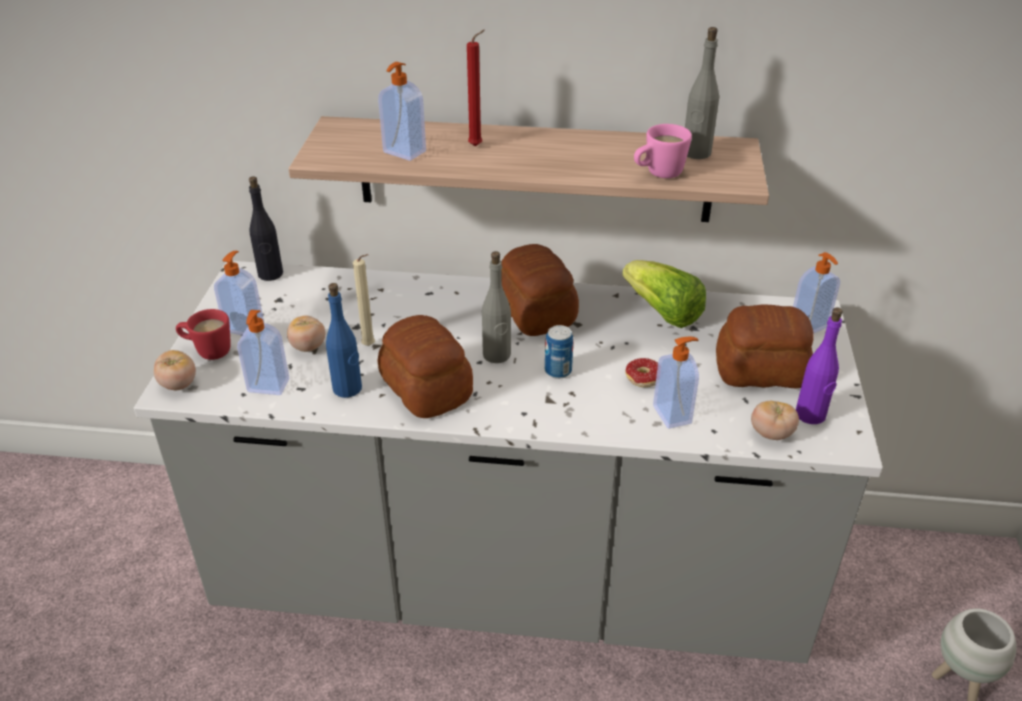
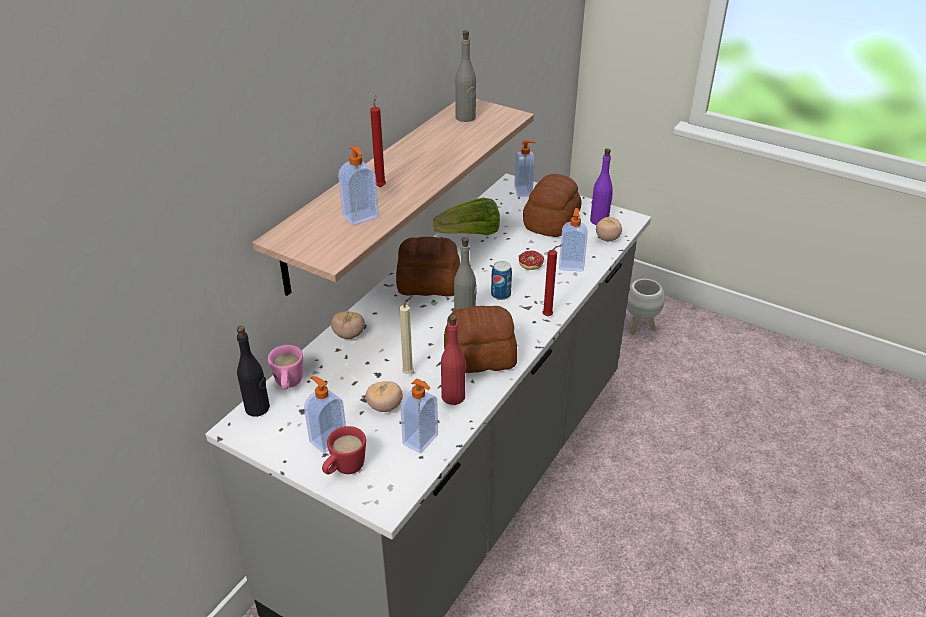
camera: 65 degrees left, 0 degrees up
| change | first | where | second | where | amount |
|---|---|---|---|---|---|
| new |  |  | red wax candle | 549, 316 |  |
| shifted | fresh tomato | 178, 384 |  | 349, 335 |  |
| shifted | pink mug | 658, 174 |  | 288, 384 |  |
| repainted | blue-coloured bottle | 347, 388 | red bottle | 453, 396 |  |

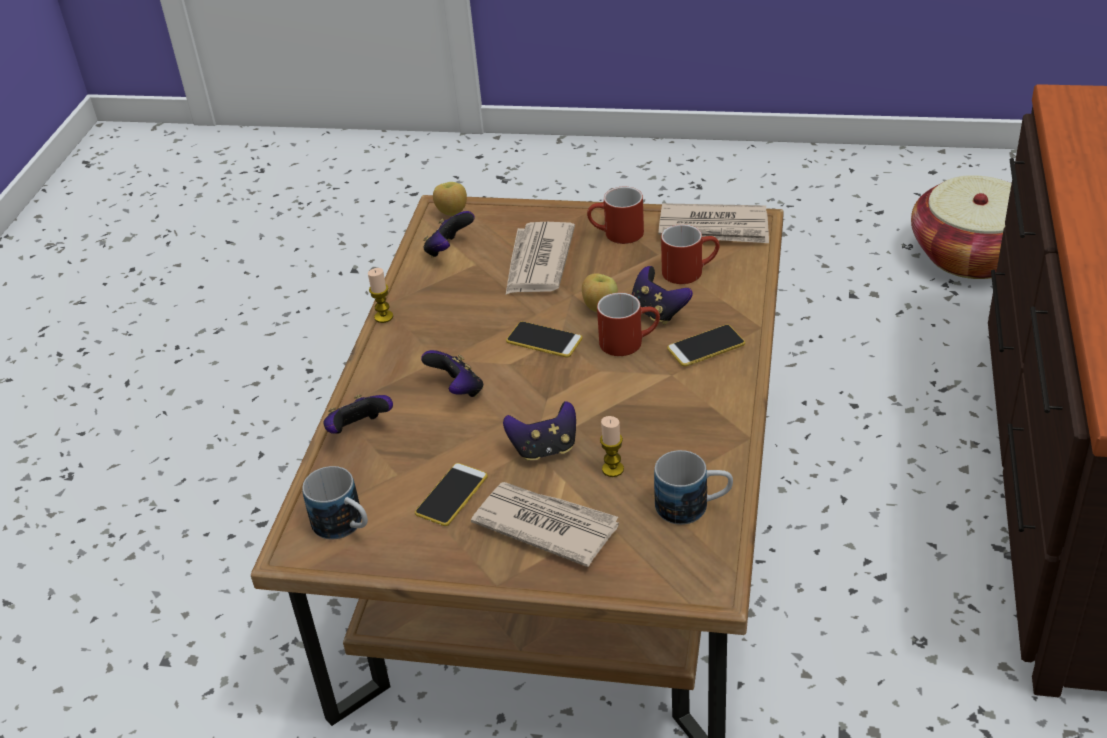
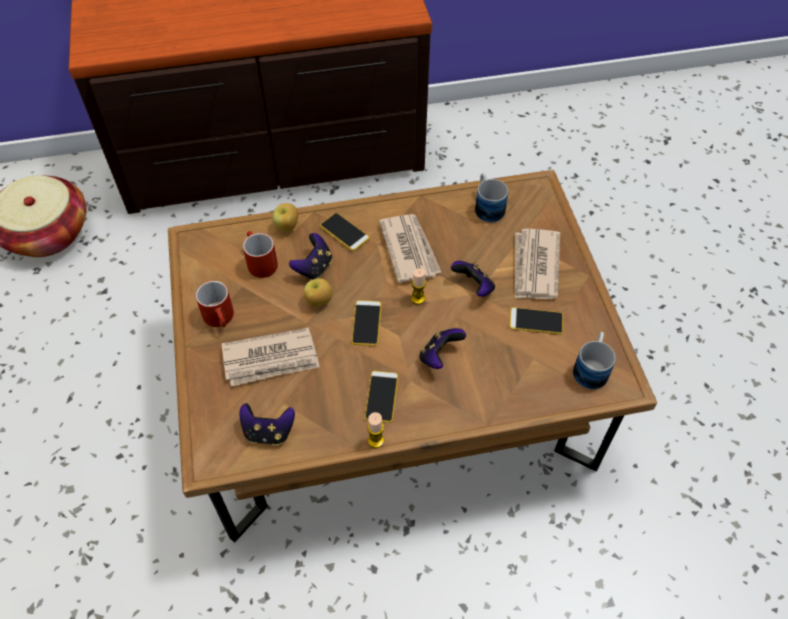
camera: 115 degrees left, 15 degrees up
| change | first | where | second | where | amount |
|---|---|---|---|---|---|
| gone | gamepad | 359, 430 |  |  |  |
| gone | red mug | 629, 341 |  |  |  |
| new |  |  | handset | 381, 397 |  |
| shifted | apple fruit | 452, 213 |  | 287, 227 |  |
| shifted | wax candle | 613, 469 |  | 418, 298 |  |
| shifted | printed paper | 714, 229 |  | 409, 249 |  |

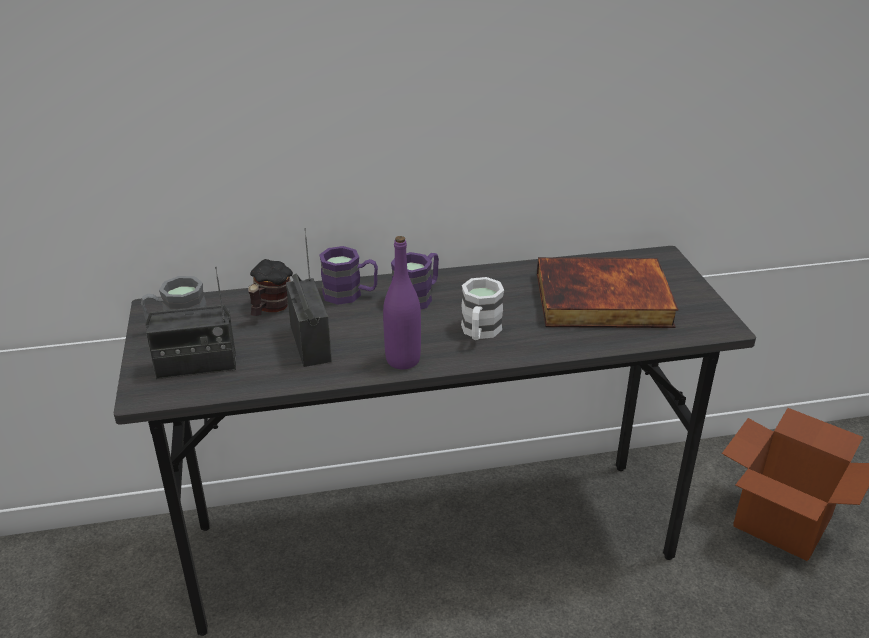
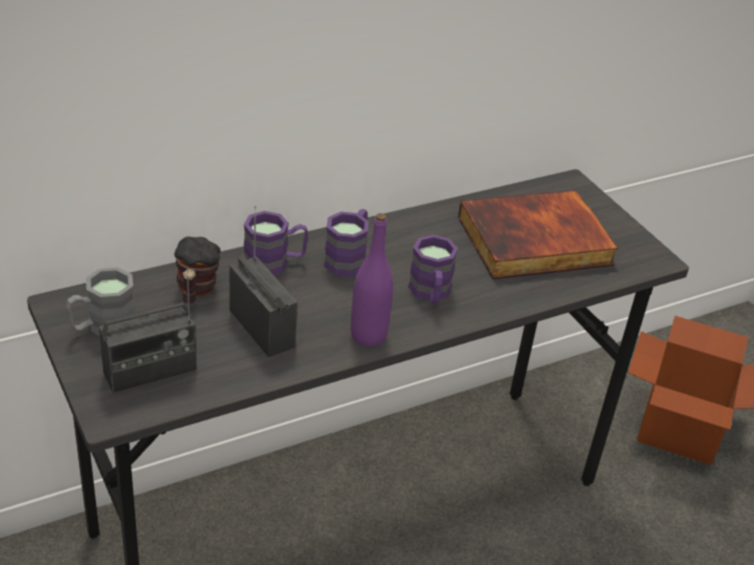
camera: 20 degrees left, 5 degrees up
| change | first | where | second | where | amount |
|---|---|---|---|---|---|
| repainted | white mug | 479, 332 | purple mug | 431, 293 |  |

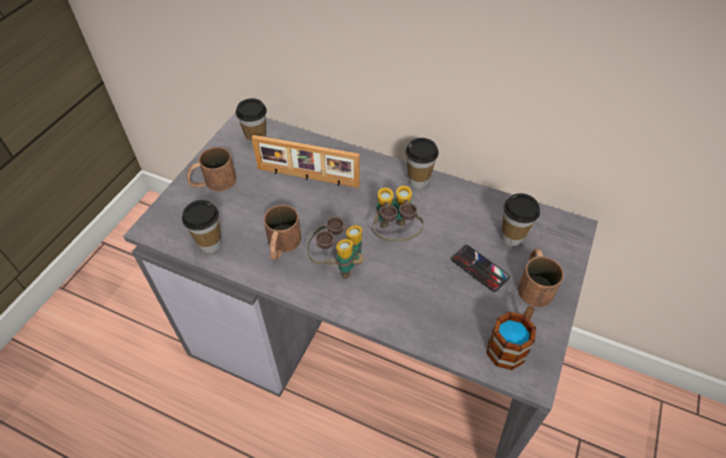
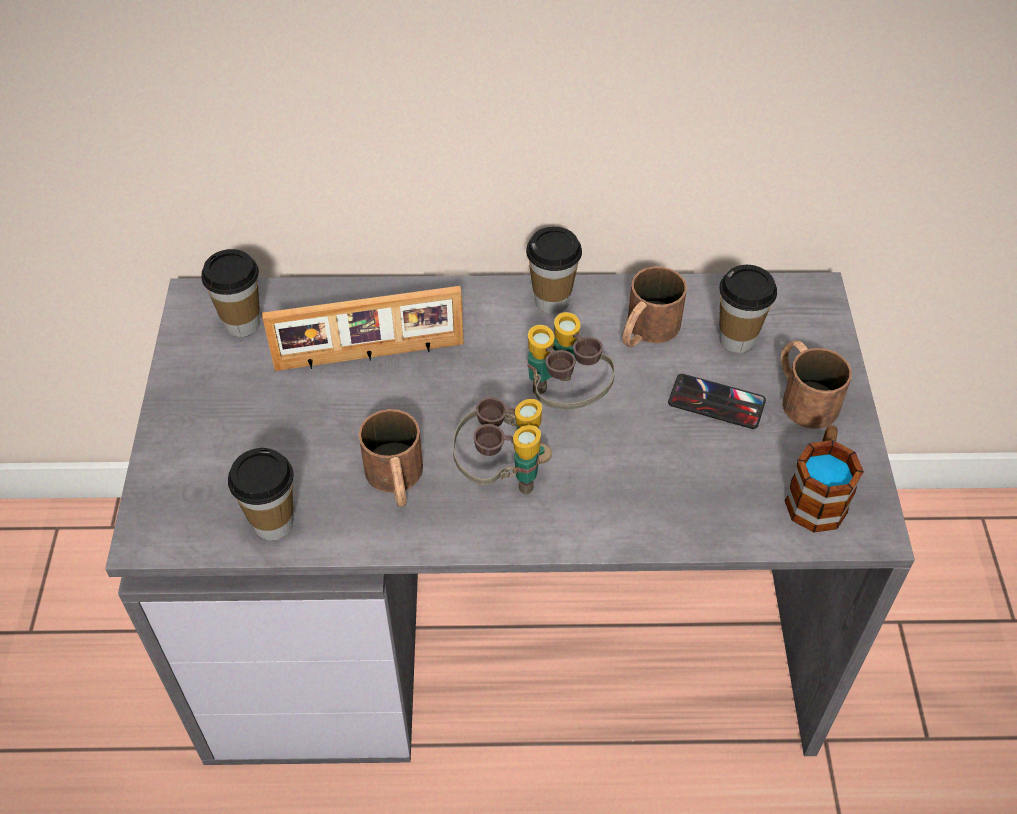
camera: 25 degrees left, 0 degrees up
| change | first | where | second | where | amount |
|---|---|---|---|---|---|
| shifted | brownish mug | 213, 182 |  | 646, 331 |  |

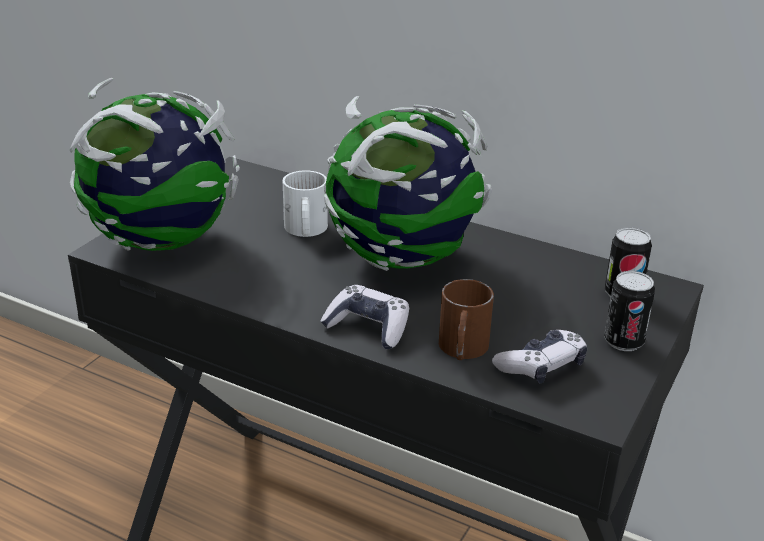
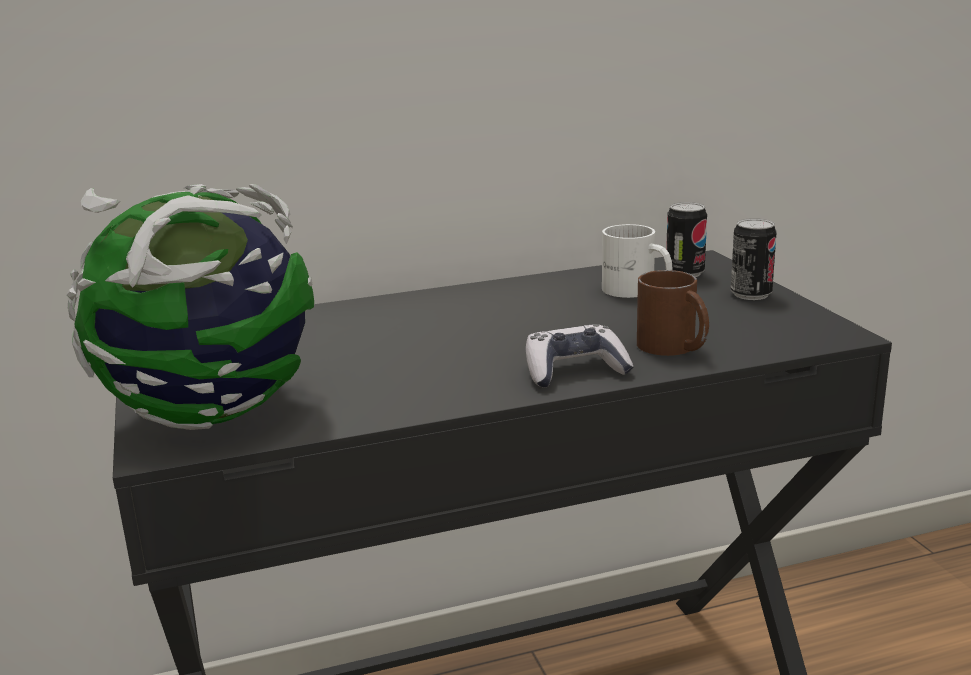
camera: 45 degrees left, 10 degrees down
| change | first | where | second | where | amount |
|---|---|---|---|---|---|
| gone | globe | 403, 259 |  |  |  |
| gone | gamepad | 541, 366 |  |  |  |
| shifted | white mug | 304, 230 |  | 635, 291 |  |

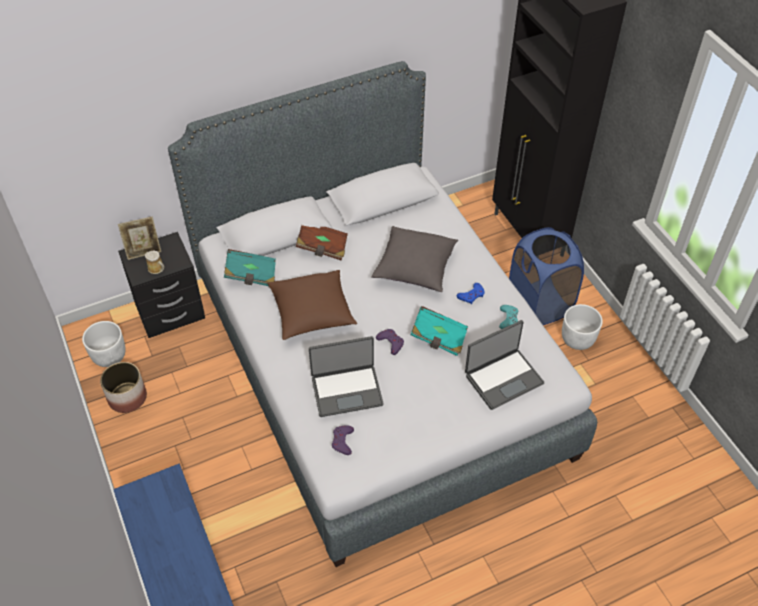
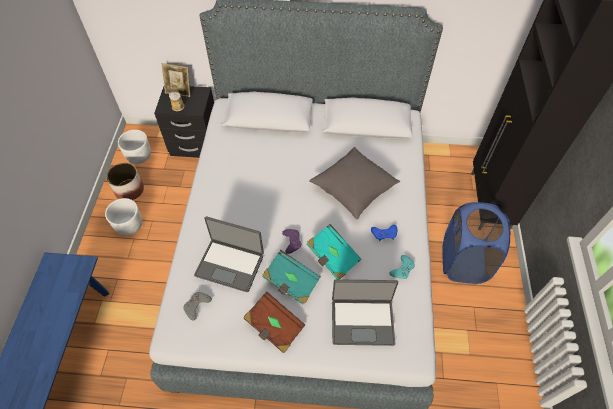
camera: 30 degrees right, 5 degrees up
| change | first | where | second | where | amount |
|---|---|---|---|---|---|
| gone | brownish pillow | 312, 314 |  |  |  |
| shifted | blue-green book | 251, 275 |  | 291, 282 |  |
| shifted | brownish book | 322, 248 |  | 274, 326 |  |
| shifted | white planter | 577, 338 |  | 129, 225 |  |
| repainted | purple gamepad | 342, 441 | gray gamepad | 196, 306 |  |

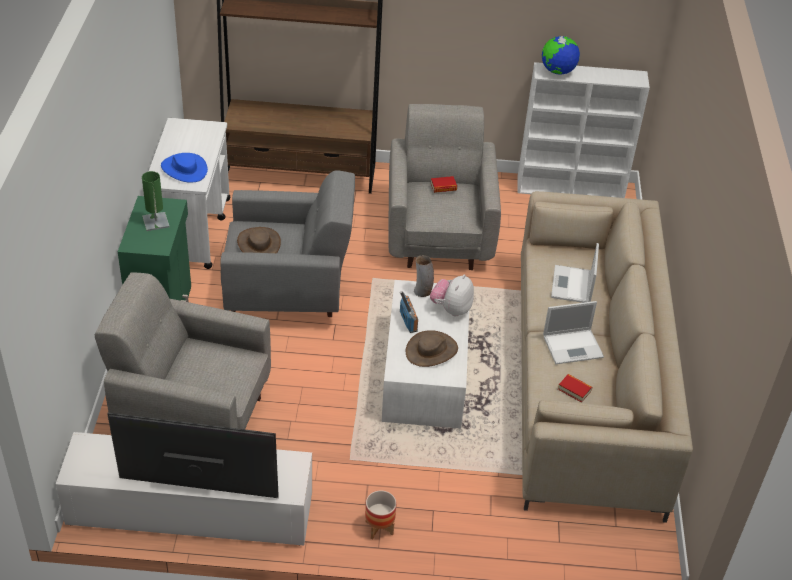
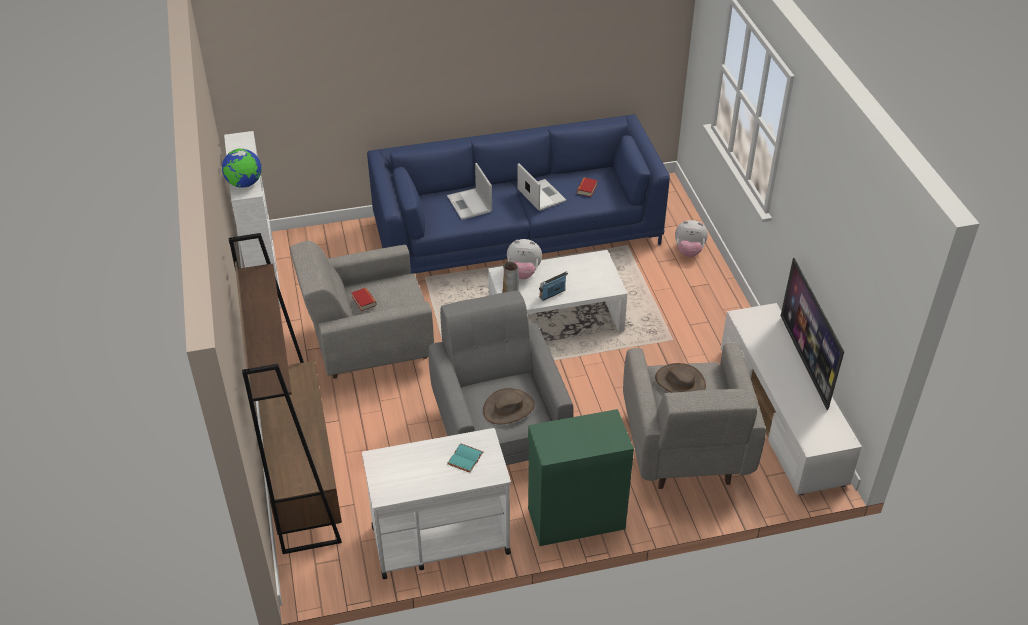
camera: 105 degrees left, 0 degrees up
| change | first | where | second | where | amount |
|---|---|---|---|---|---|
| gone | green lamp for a table | 155, 222 |  |  |  |
| gone | planter | 379, 528 |  |  |  |
| new |  |  | plush toy | 689, 251 |  |
| shifted | brownish clothing hat | 431, 351 |  | 680, 382 |  |
| swapped | blue-coloured clothing hat | 184, 169 | blue-green book | 464, 458 |  |
| repainted | beige-coloured settee | 586, 381 | blue-coloured settee | 517, 232 |  |
| rotated | laptop | 572, 285 |  | 470, 204 | 75 degrees clockwise |

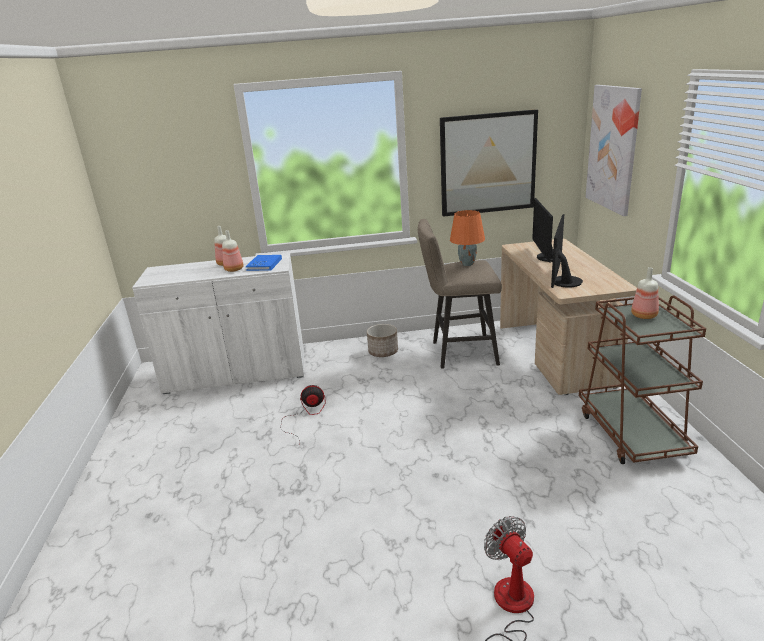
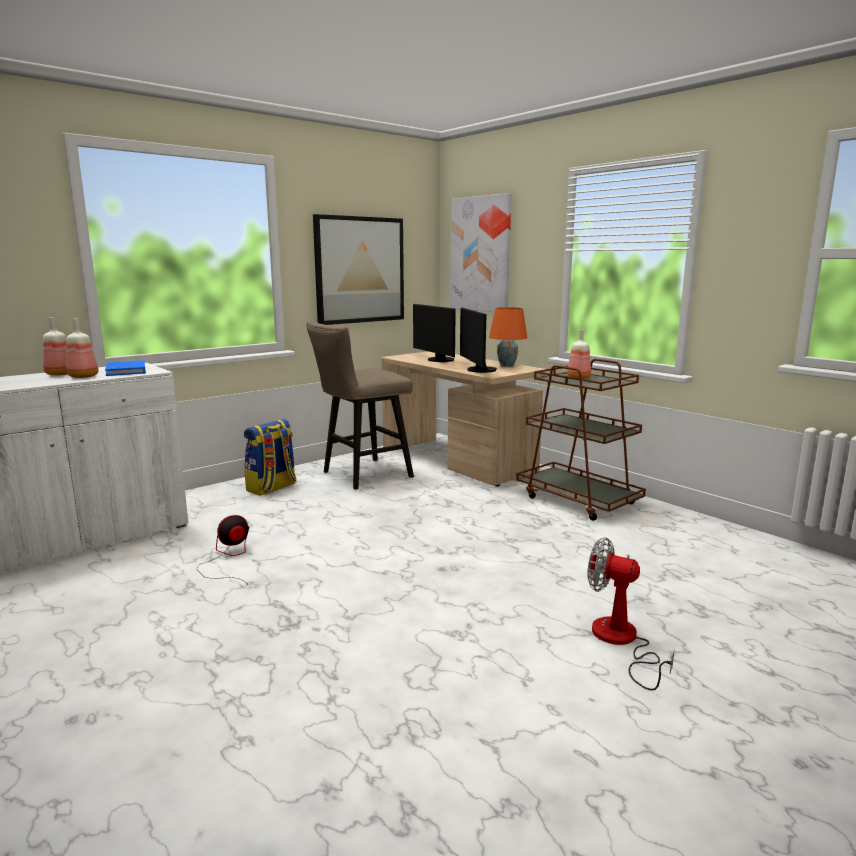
camera: 35 degrees left, 10 degrees down
| change | first | where | second | where | amount |
|---|---|---|---|---|---|
| shifted | orange-coloured lamp for a table | 467, 264 |  | 507, 366 |  |
| swapped | planter | 383, 352 | knapsack | 272, 488 |  |

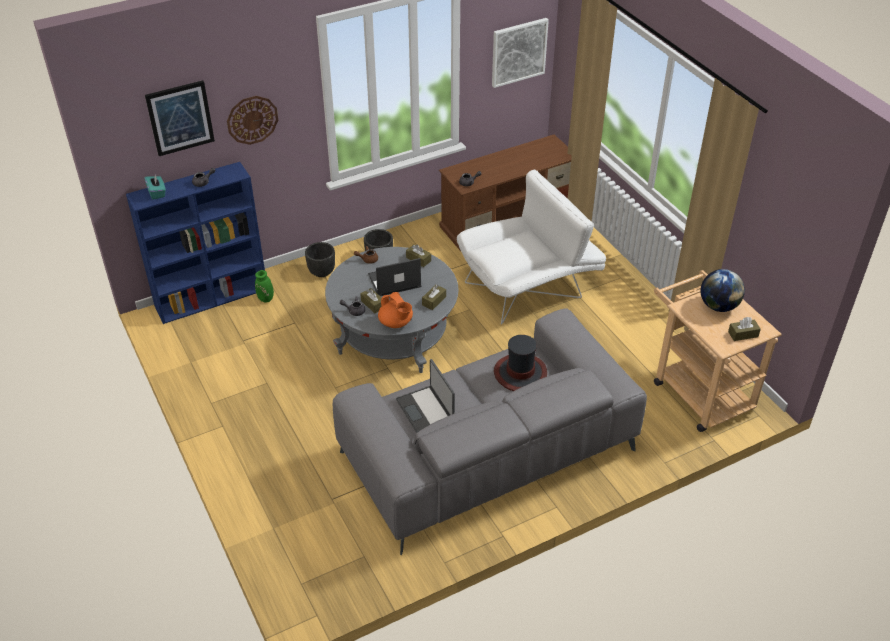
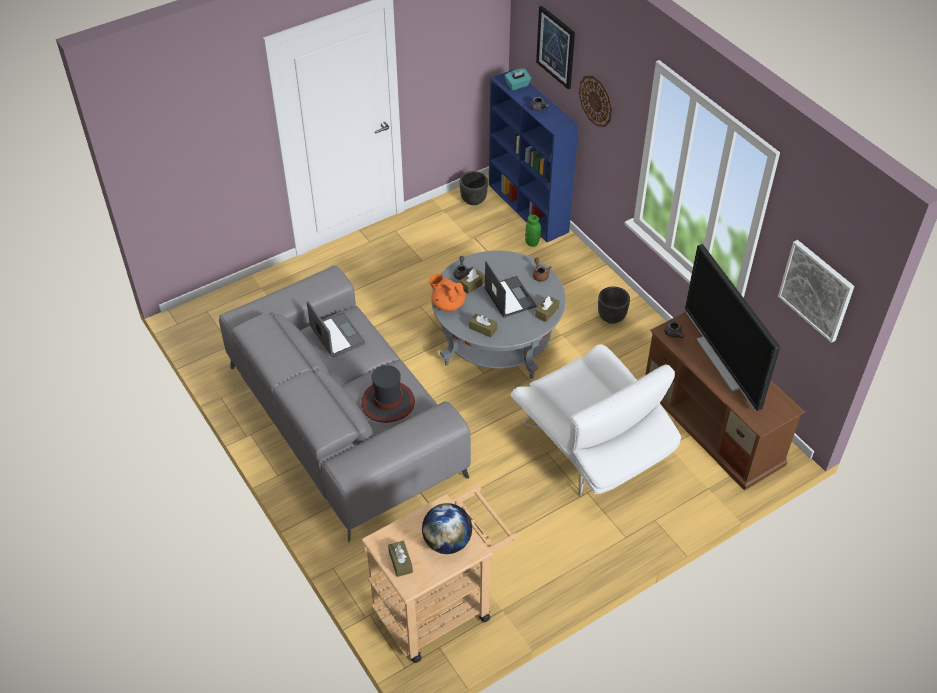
camera: 85 degrees right, 5 degrees up
| change | first | where | second | where | amount |
|---|---|---|---|---|---|
| new |  |  | TV | 724, 362 |  |
| shifted | black-coloured planter | 322, 272 |  | 473, 200 |  |
| rotated | orange-coloured pot for tea | 396, 323 |  | 447, 304 | 75 degrees clockwise |
| rotated | laptop | 426, 410 |  | 336, 336 | 90 degrees clockwise |

